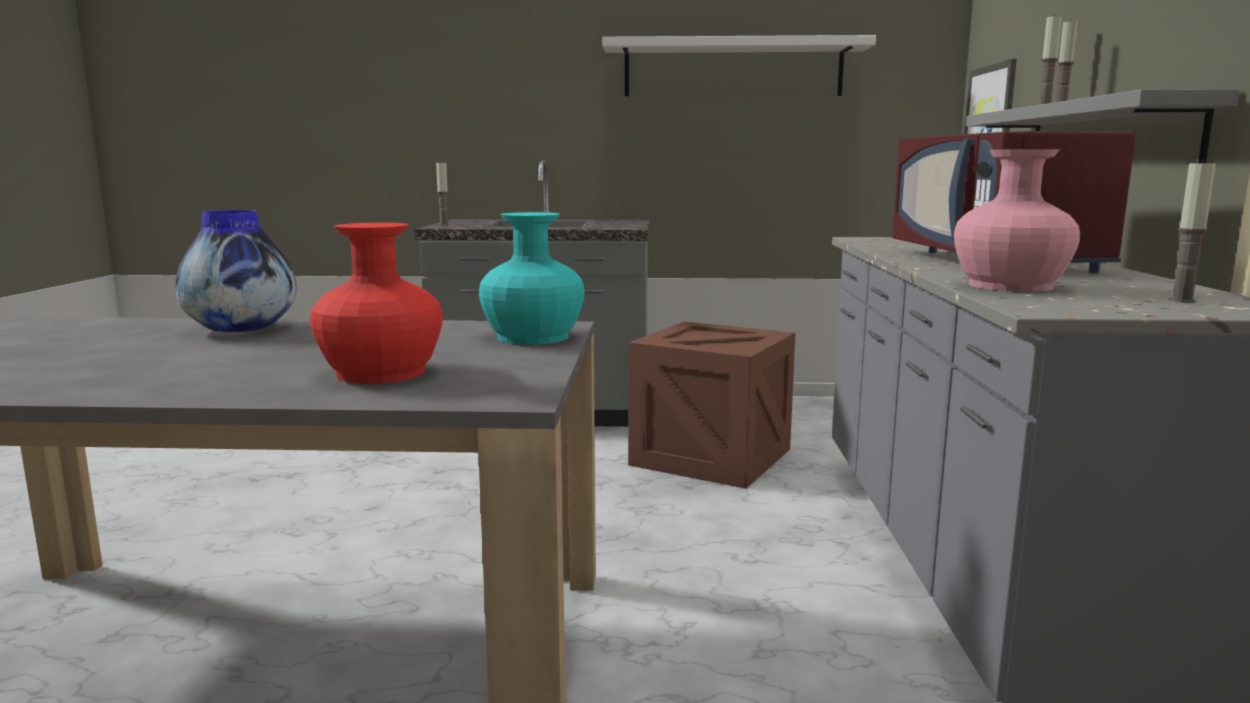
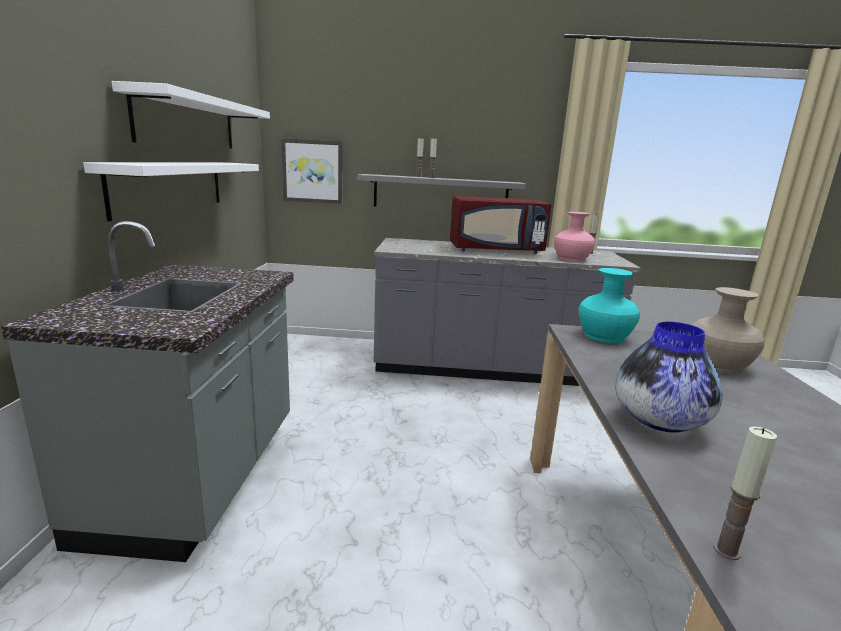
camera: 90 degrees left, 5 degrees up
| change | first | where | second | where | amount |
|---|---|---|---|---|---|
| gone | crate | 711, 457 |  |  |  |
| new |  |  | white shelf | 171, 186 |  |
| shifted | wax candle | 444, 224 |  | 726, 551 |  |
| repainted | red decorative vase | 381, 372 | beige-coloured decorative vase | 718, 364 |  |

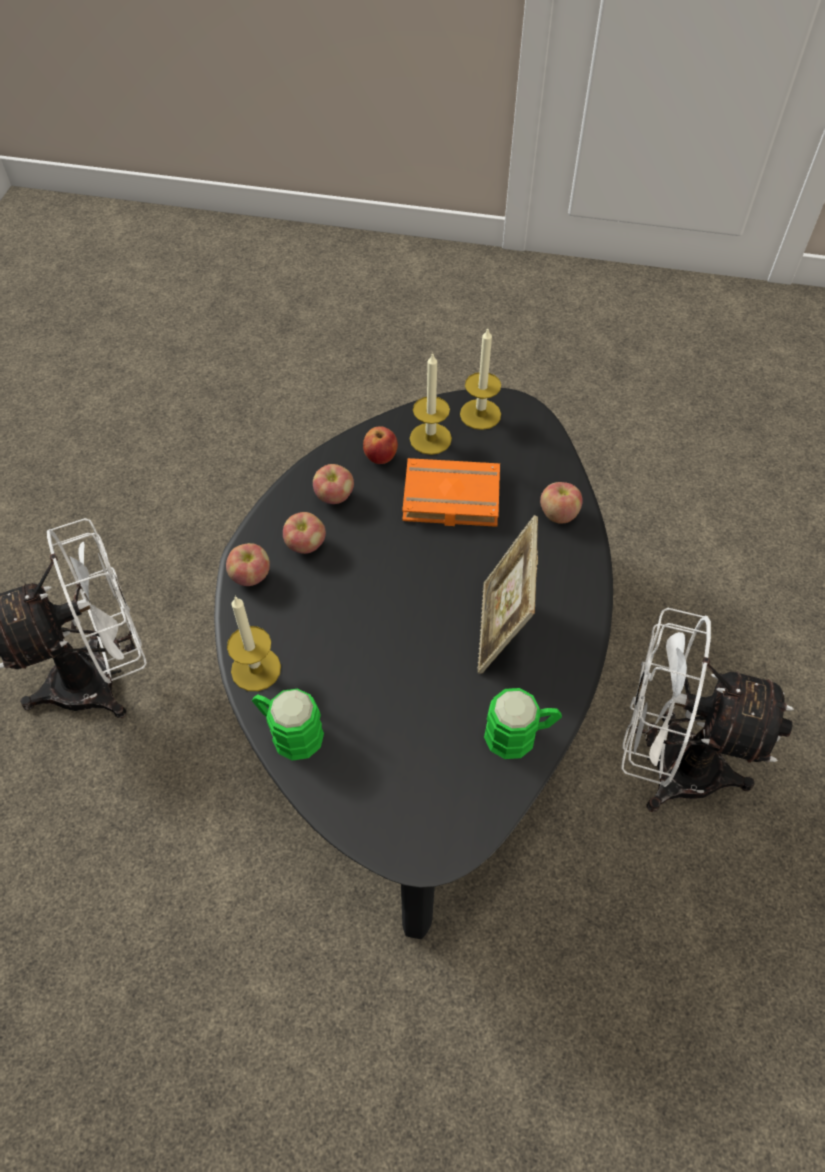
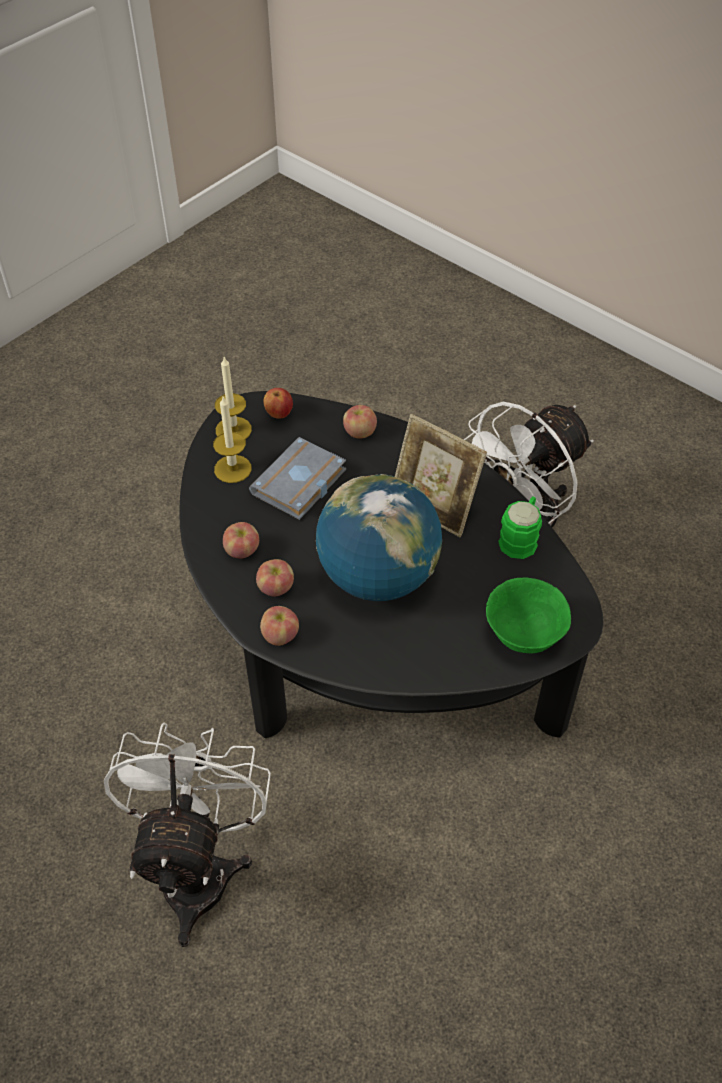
camera: 60 degrees left, 5 degrees down
| change | first | where | second | where | amount |
|---|---|---|---|---|---|
| gone | wax candle | 256, 669 |  |  |  |
| gone | green mug | 289, 732 |  |  |  |
| new |  |  | globe | 378, 576 |  |
| new |  |  | green serving bowl | 524, 635 |  |
| shifted | apple fruit | 381, 457 |  | 279, 413 |  |
| repainted | orange-coloured book | 449, 500 | gray book | 300, 485 |  |

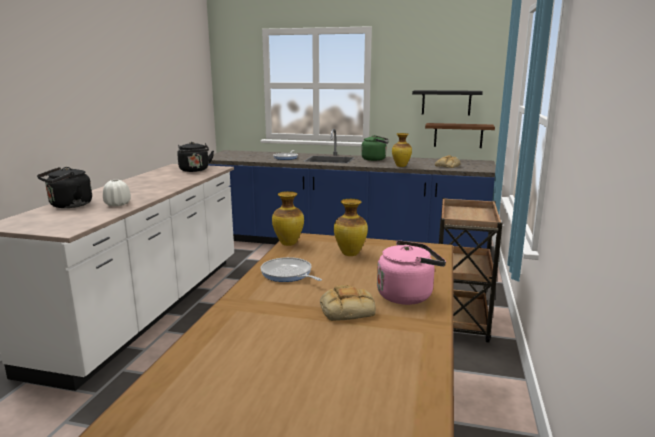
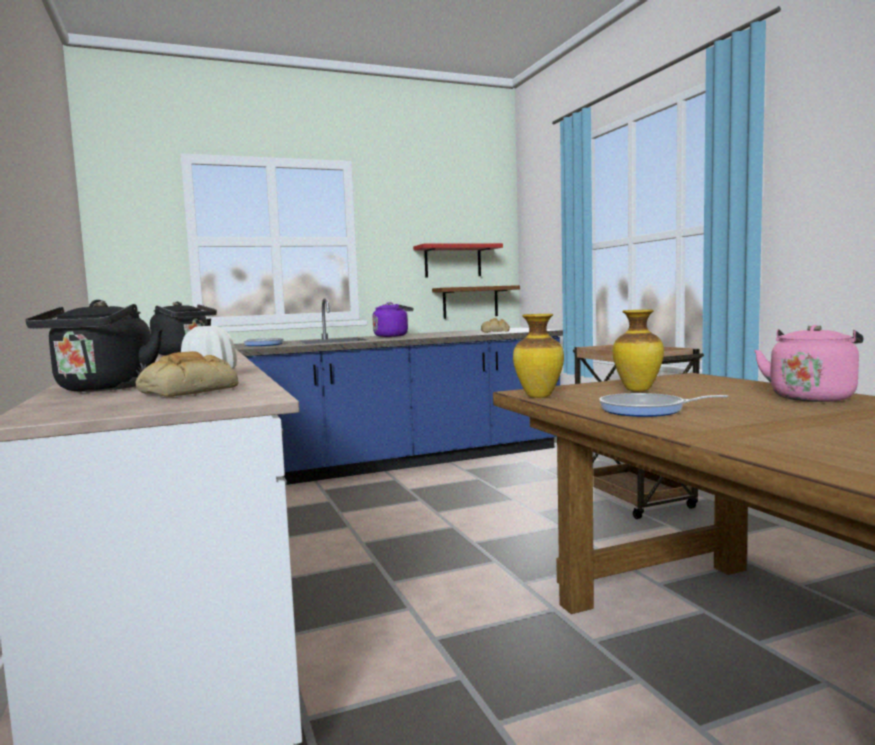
camera: 35 degrees left, 10 degrees down
| change | first | where | second | where | amount |
|---|---|---|---|---|---|
| gone | decorative vase | 401, 166 |  |  |  |
| shifted | baked bread | 347, 309 |  | 188, 390 |  |
| repainted | green kettle | 375, 159 | purple kettle | 393, 336 |  |
| repainted | black-coloured shelf | 446, 102 | red shelf | 452, 261 |  |

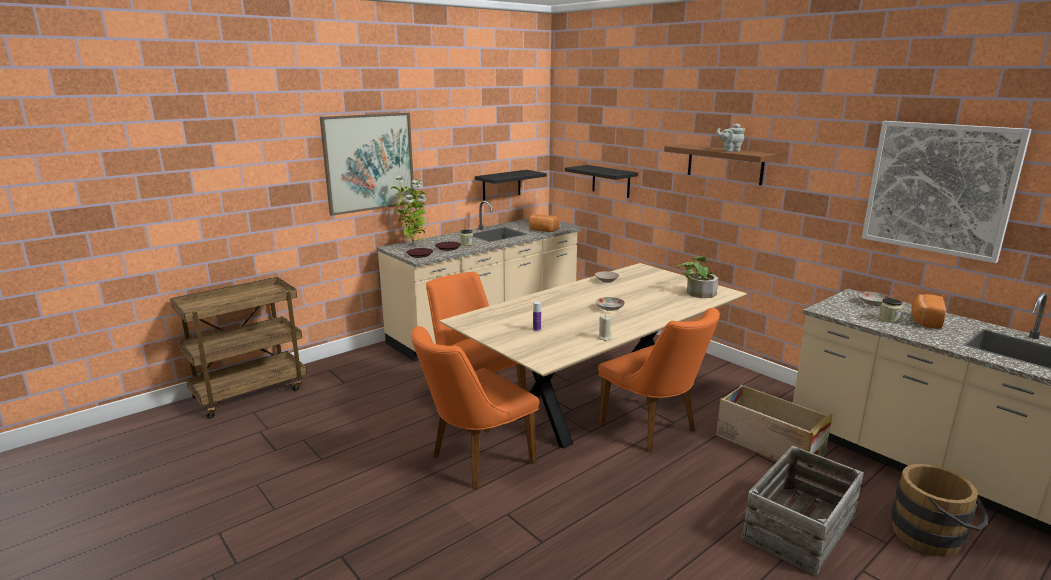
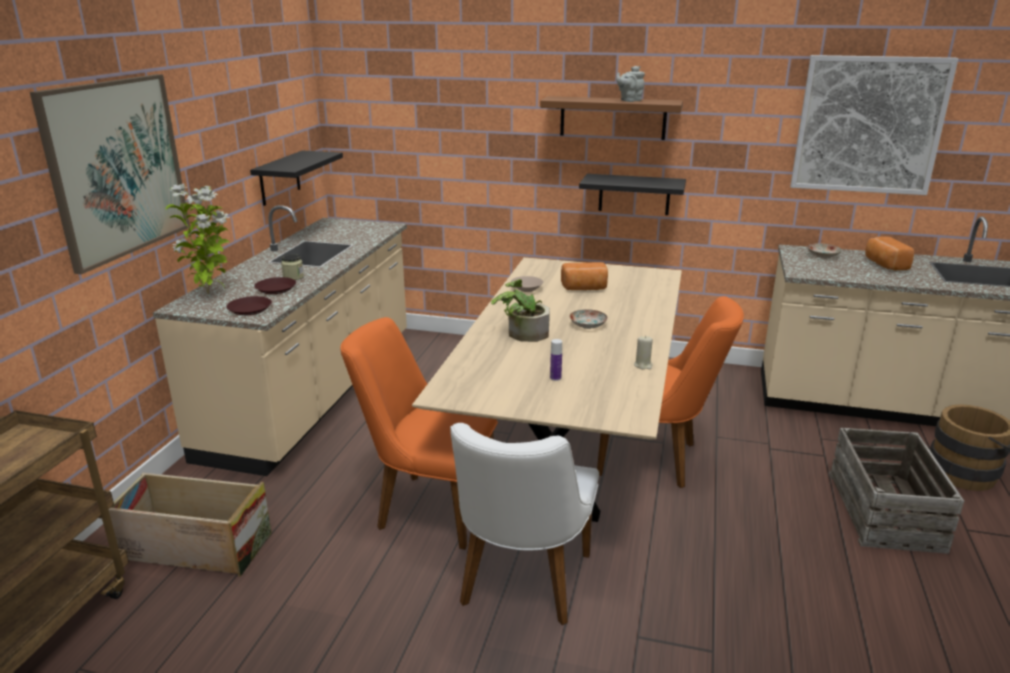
camera: 35 degrees left, 5 degrees up
| change | first | where | second | where | amount |
|---|---|---|---|---|---|
| gone | storage jar | 888, 319 |  |  |  |
| shifted | baked bread | 542, 230 |  | 584, 288 |  |
| shifted | black-coloured shelf | 611, 181 |  | 634, 194 |  |
| shifted | houseplant | 697, 292 |  | 522, 333 |  |
| shifted | crate | 768, 444 |  | 194, 546 |  |
| repainted | orange-coloured chair | 474, 461 | white chair | 520, 587 |  |

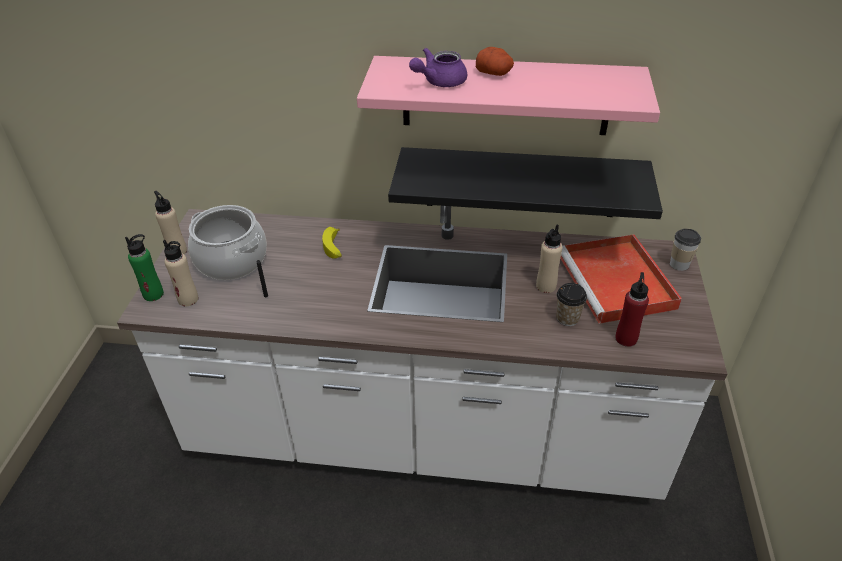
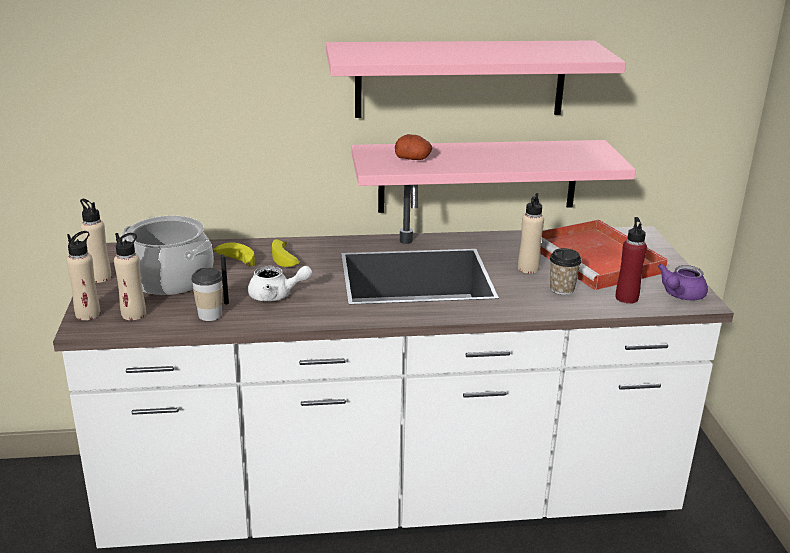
camera: 15 degrees left, 15 degrees down
| change | first | where | second | where | amount |
|---|---|---|---|---|---|
| new |  |  | banana fruit | 234, 260 |  |
| new |  |  | white pot for tea | 276, 295 |  |
| shifted | purple pot for tea | 439, 82 |  | 680, 295 |  |
| shifted | potato | 494, 73 |  | 413, 159 |  |
| shifted | cup | 679, 264 |  | 210, 315 |  |
| repainted | green bottle | 153, 294 | beige-coloured bottle | 88, 314 |  |
| repainted | black-coloured shelf | 521, 182 | pink shelf | 478, 176 |  |

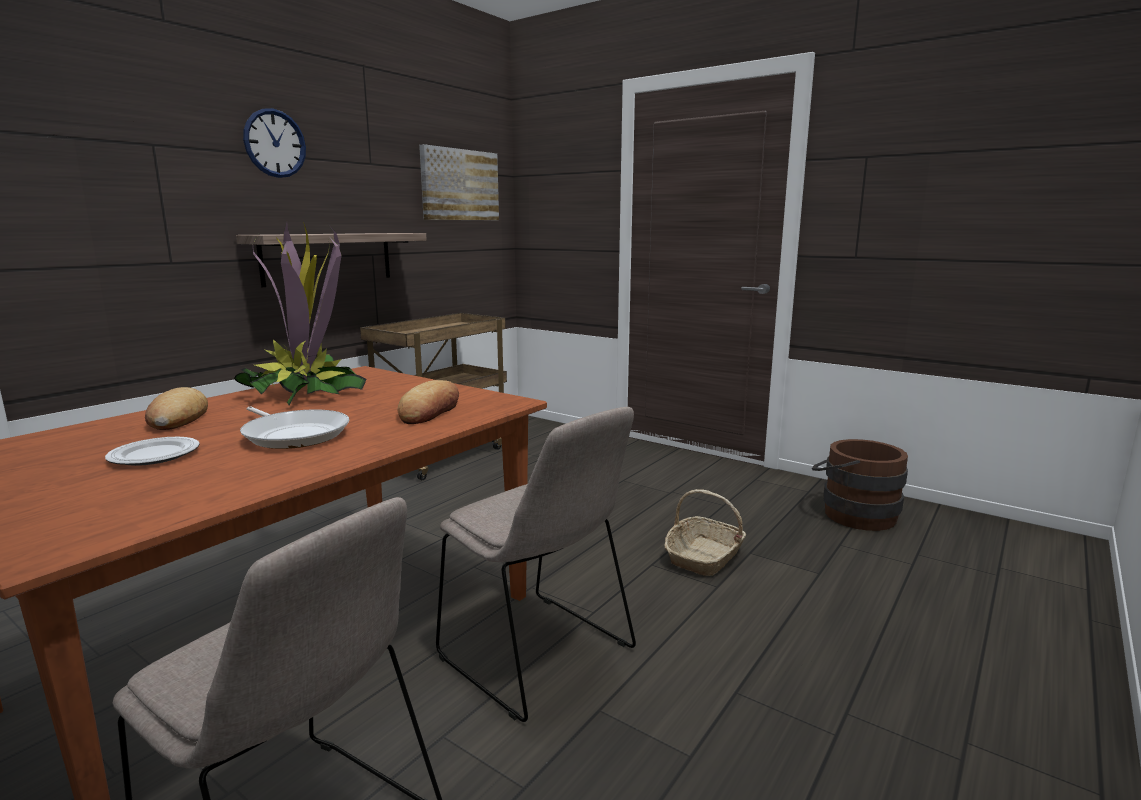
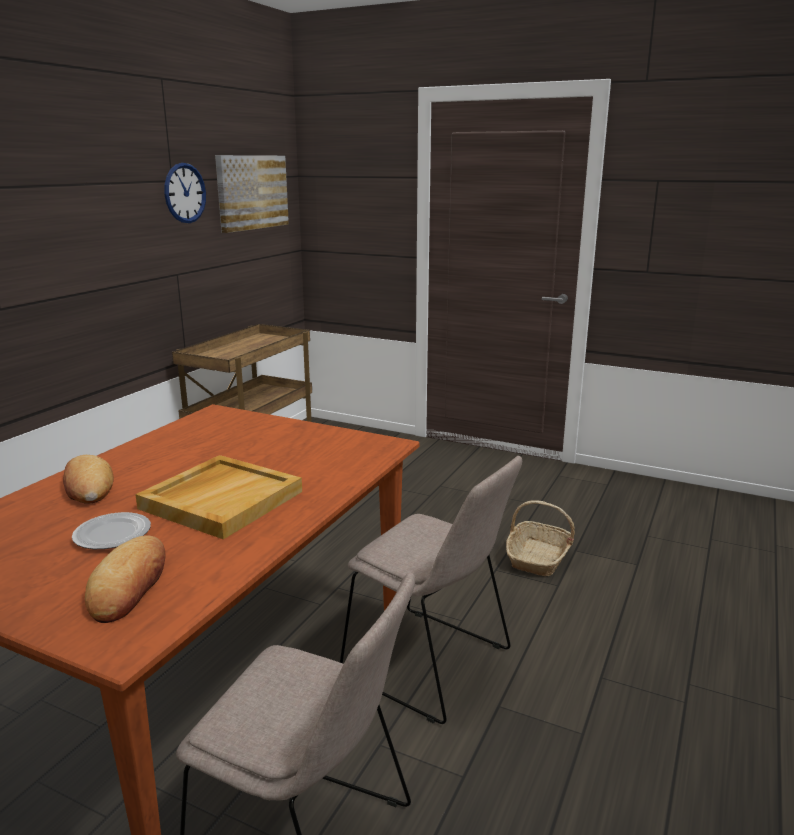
camera: 10 degrees left, 5 degrees up
| change | first | where | second | where | amount |
|---|---|---|---|---|---|
| gone | houseplant | 306, 392 |  |  |  |
| gone | shelf | 328, 258 |  |  |  |
| gone | brownish water bucket | 852, 513 |  |  |  |
| shifted | clock on the wall | 275, 143 |  | 185, 193 |  |
| shifted | baked bread | 430, 410 |  | 129, 585 |  |
| swapped | skillet | 294, 434 | beige-coloured carrying tray | 222, 499 |  |

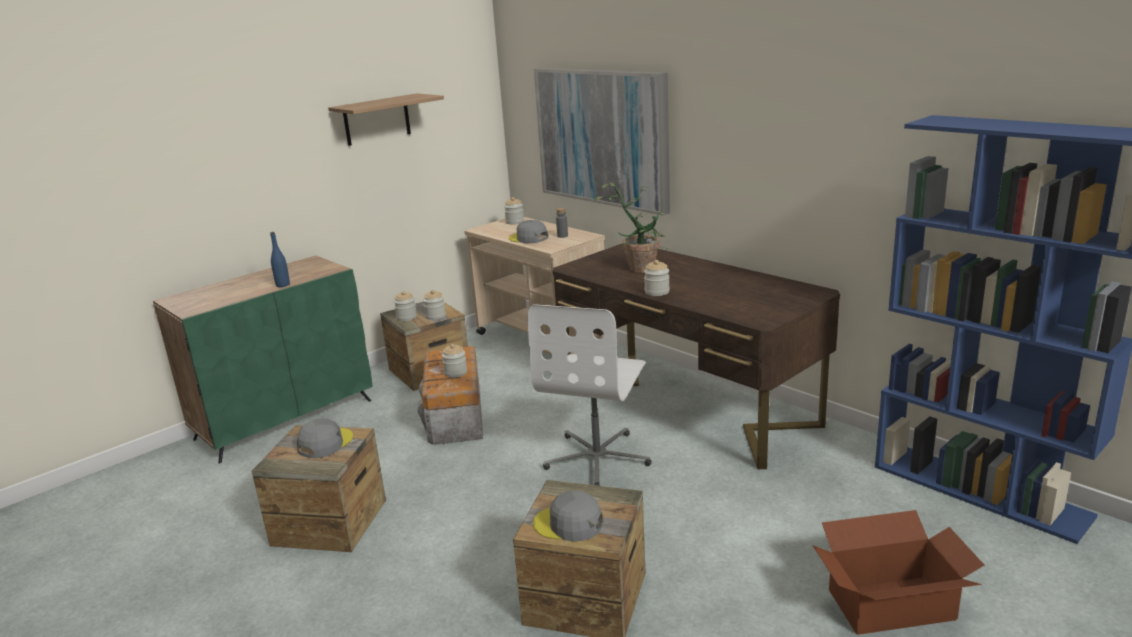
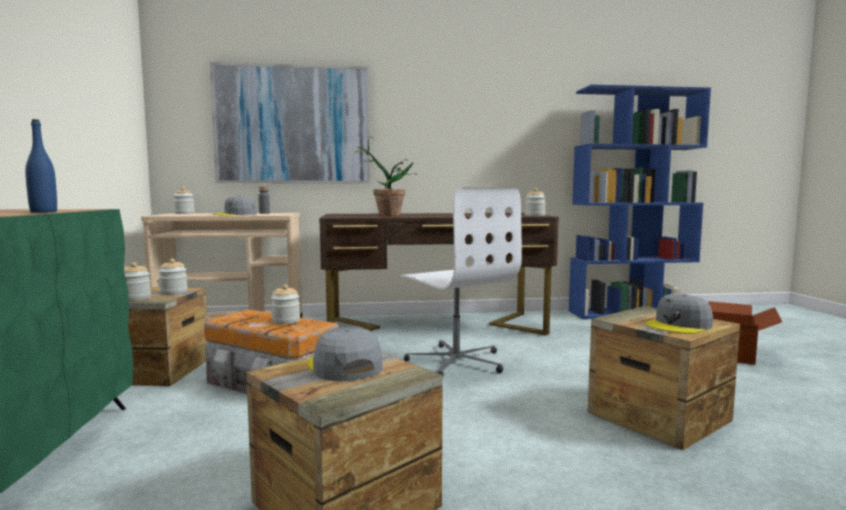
camera: 55 degrees left, 15 degrees down
| change | first | where | second | where | amount |
|---|---|---|---|---|---|
| gone | shelf | 377, 120 |  |  |  |
| shifted | storage jar | 657, 292 |  | 535, 215 |  |

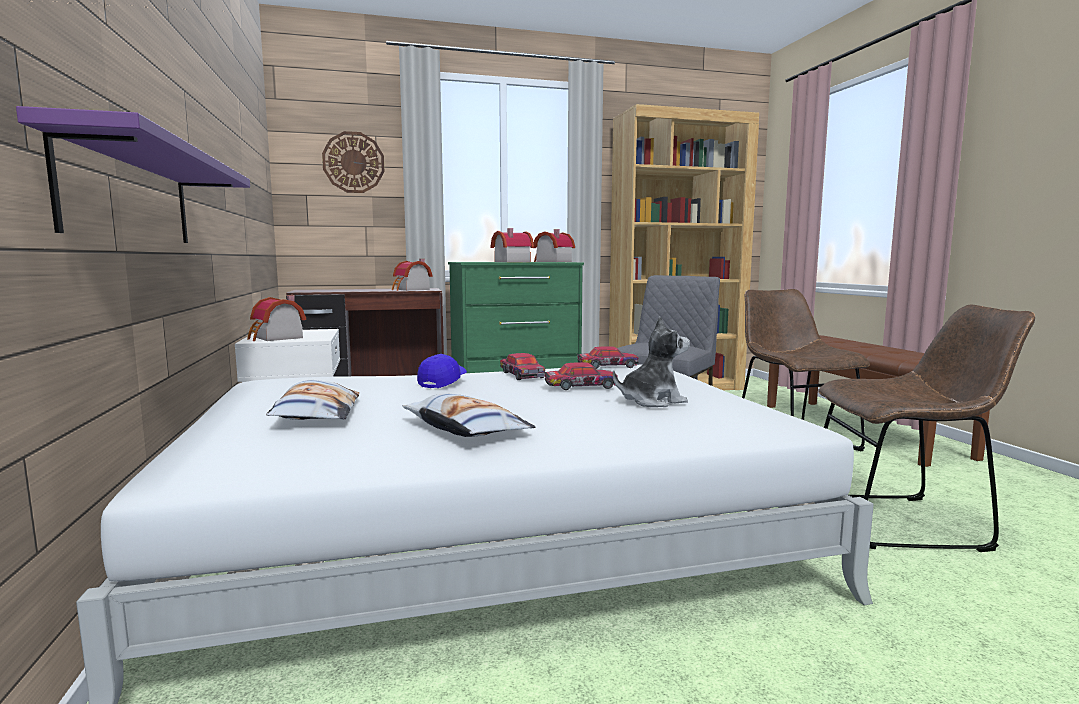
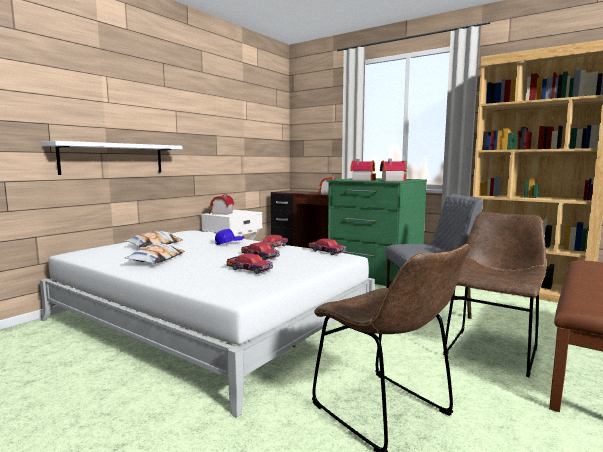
camera: 50 degrees right, 0 degrees up
| change | first | where | second | where | amount |
|---|---|---|---|---|---|
| gone | clock on the wall | 353, 162 |  |  |  |
| swapped | plush toy | 651, 401 | model car | 249, 269 |  |
| repainted | purple shelf | 131, 196 | white shelf | 113, 159 |  |

